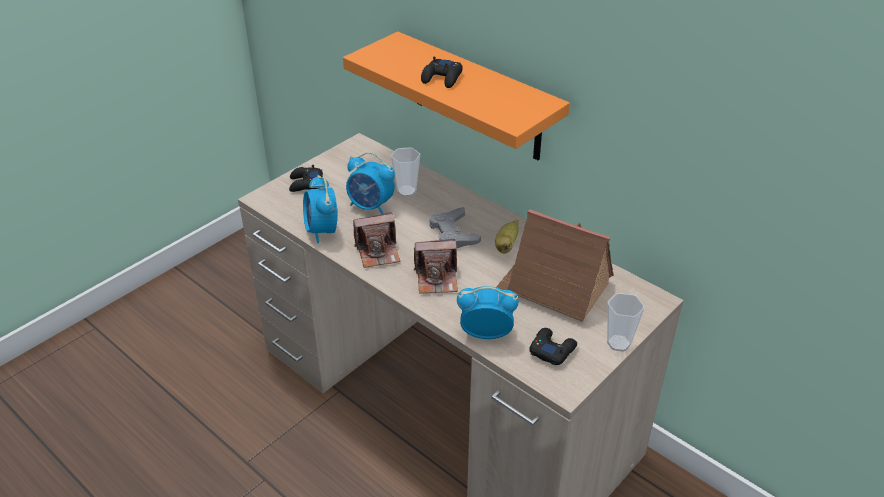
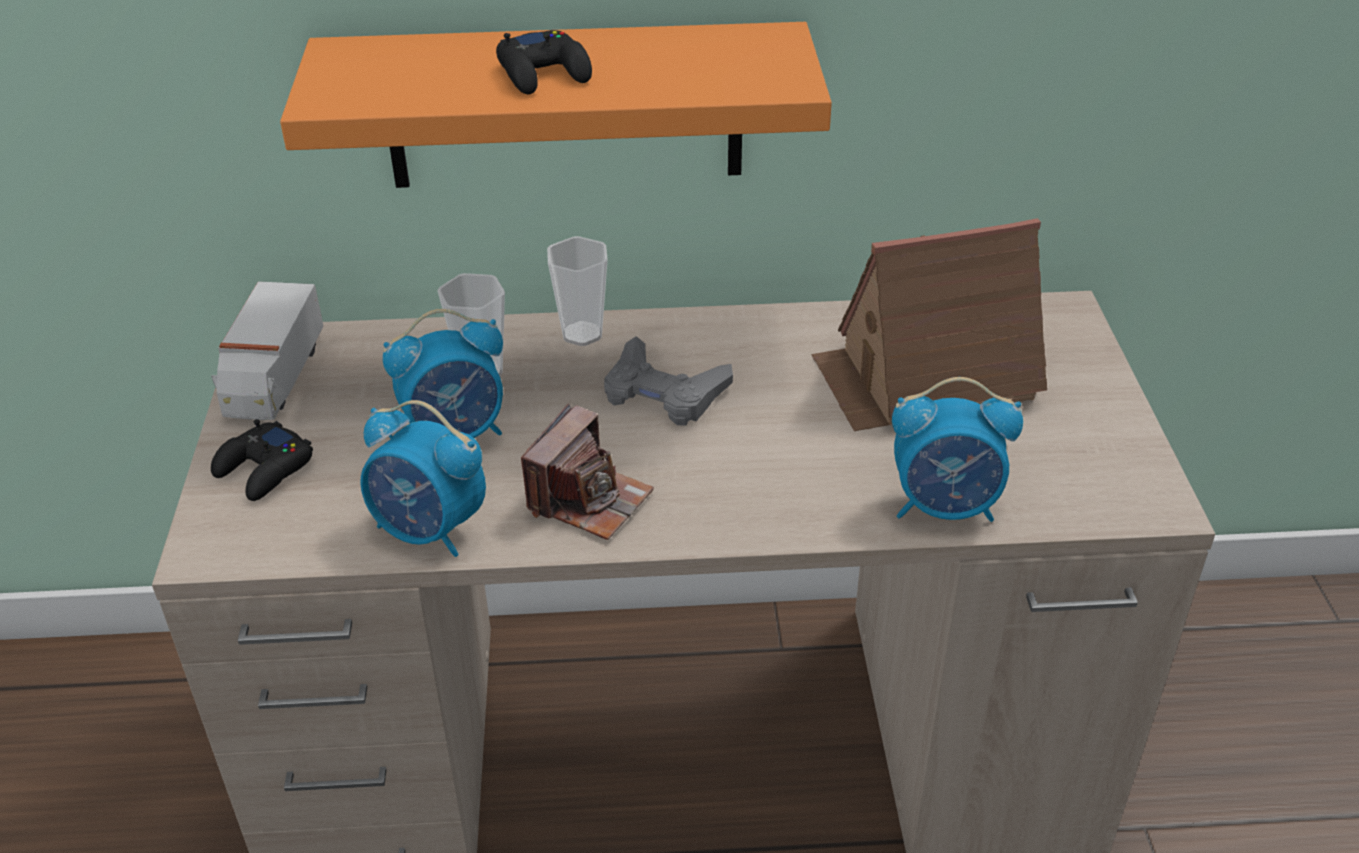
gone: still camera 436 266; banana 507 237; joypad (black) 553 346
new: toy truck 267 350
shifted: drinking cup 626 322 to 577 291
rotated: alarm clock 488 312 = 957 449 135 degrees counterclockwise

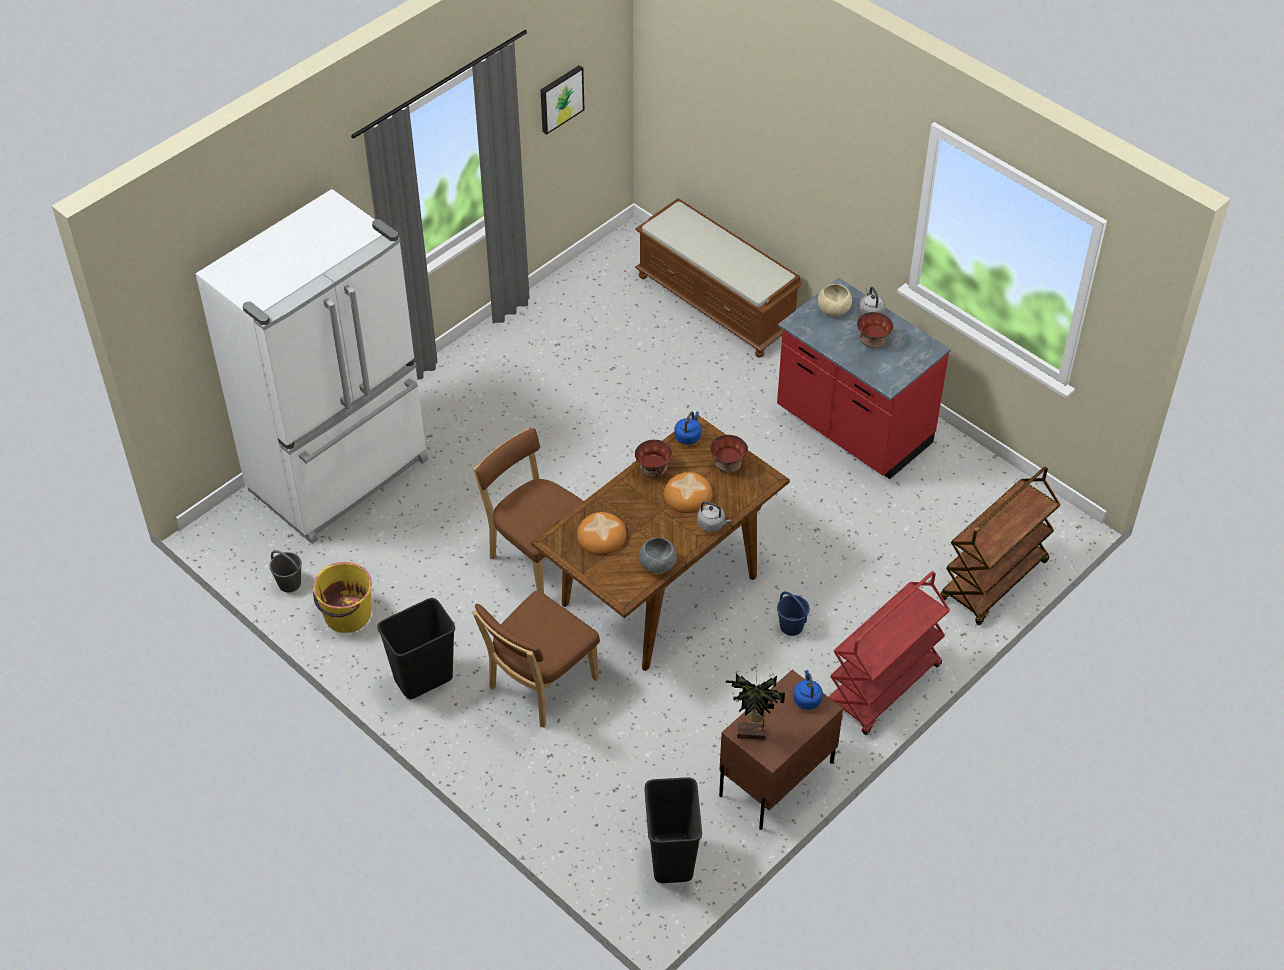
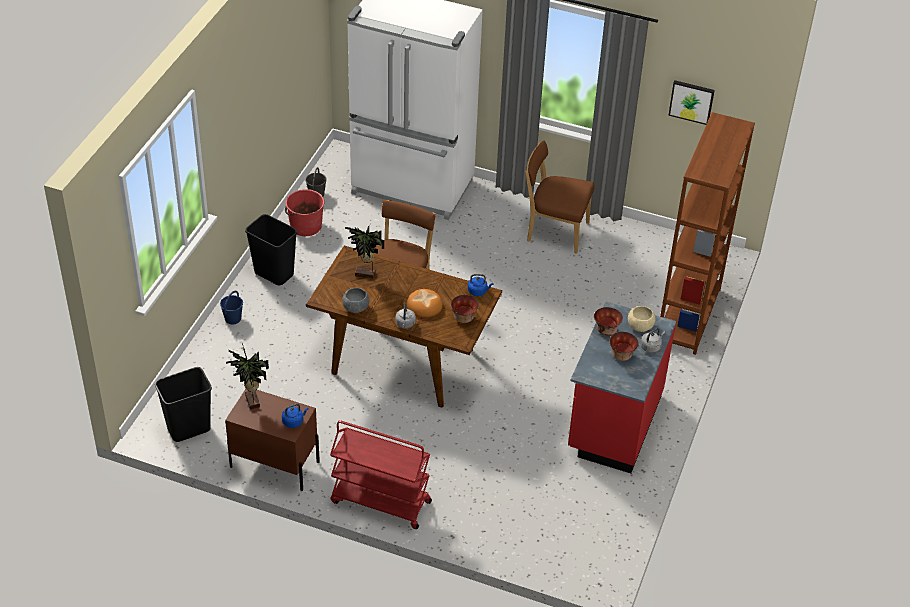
gone: wheeled cart (brownish) 1000 546
shifted: upright chair (brownish) 536 658 to 559 197; serving bowl 654 458 to 608 321; bucket (blue-coloured) 793 614 to 231 307
swapped: bakery bread 602 533 to houseplant 364 253; indoor bench (brownish) 719 277 to bookshelf (brownish) 707 233
repainted: bucket (yellow-coloured) 342 597 to bucket (reddish) 305 212

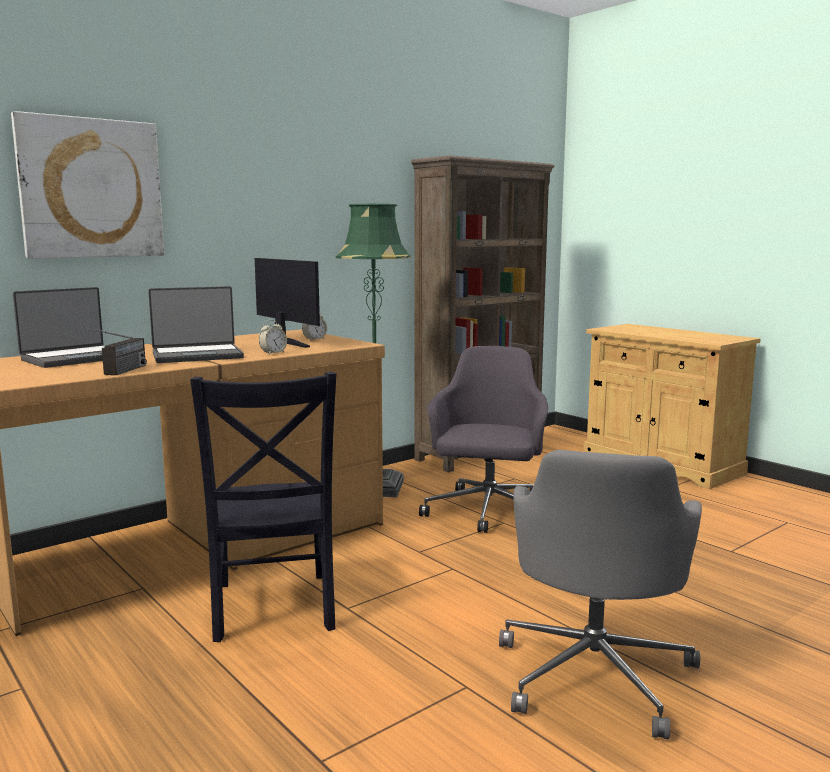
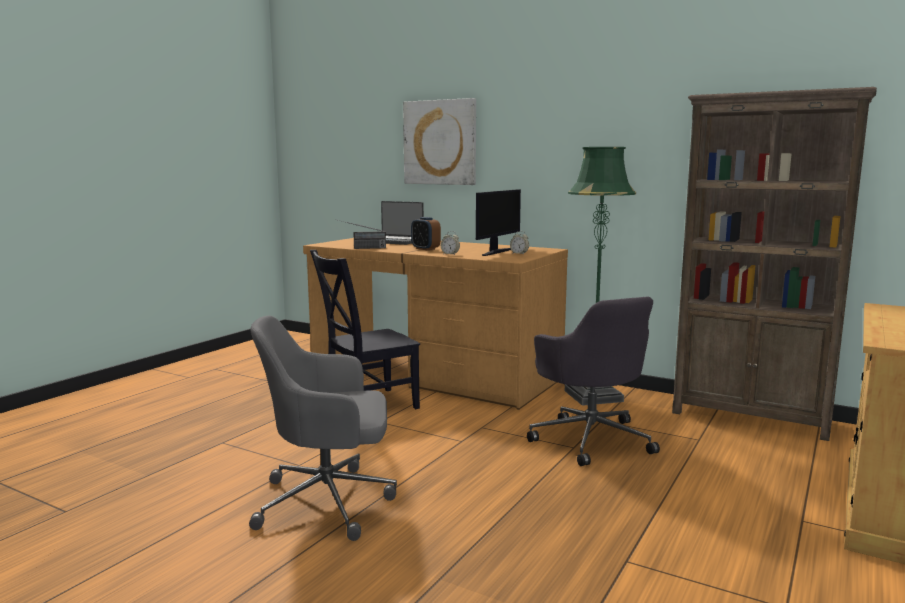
swapped: portable computer 196 324 to alarm clock 426 233
rotated: office chair (grey) 483 439 = 593 381 75 degrees clockwise

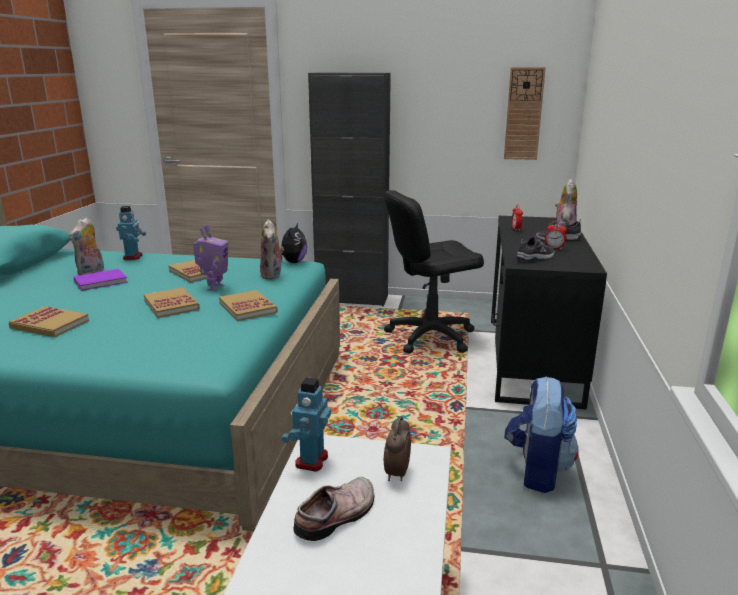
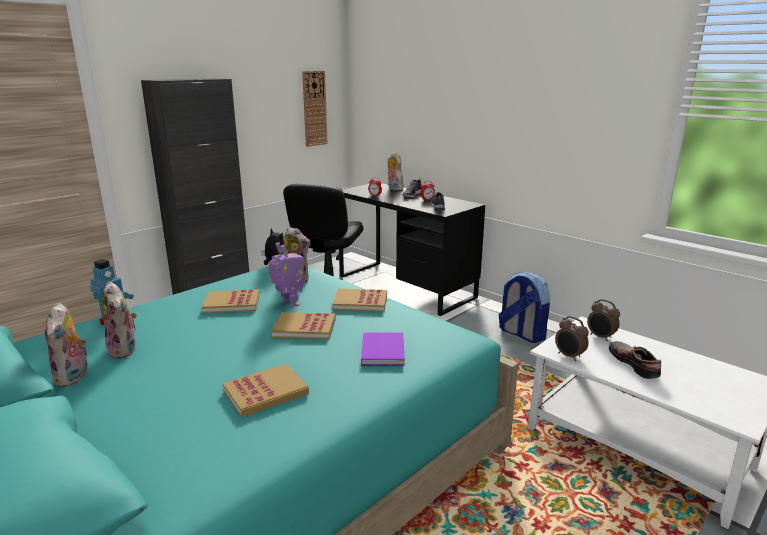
new: cuddly toy 66 344
shifted: bound book (purplish) 100 280 to 383 349
swapped: model robot 306 424 to alarm clock 572 338

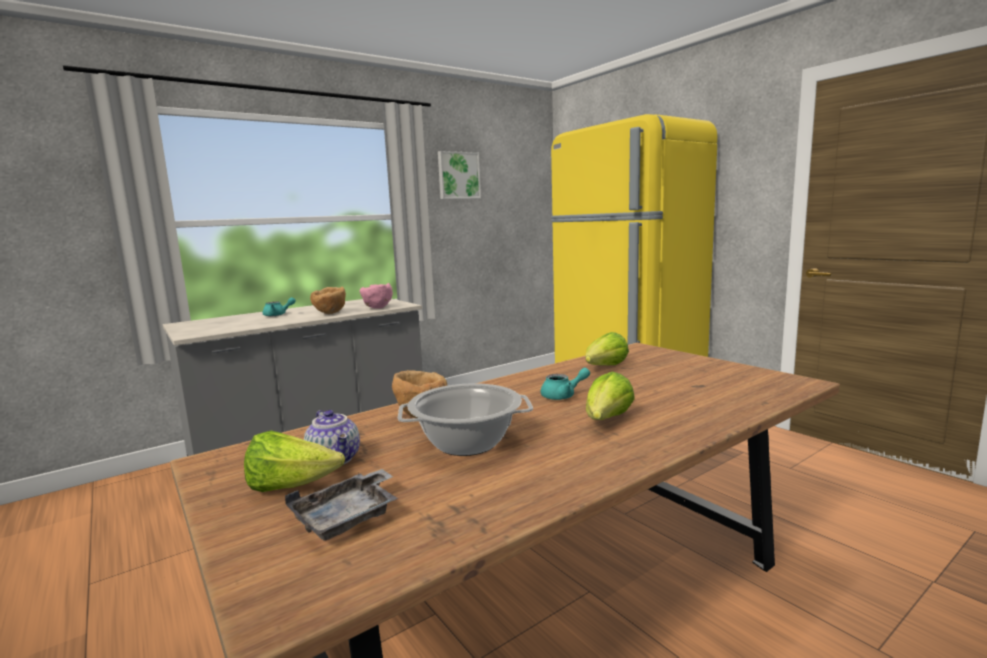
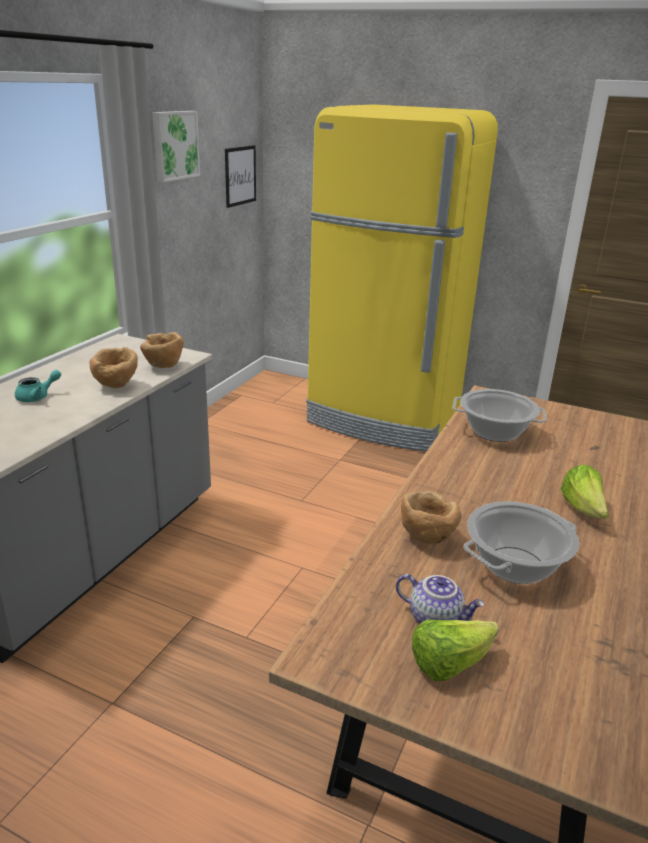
gone: tray (grey) 341 505; teapot (blue-green) 565 384
new: wall picture 240 176
swapped: lettuce 607 348 to saucepot 499 415
repainted: serving bowl (pink) 376 296 to serving bowl (brownish) 162 350

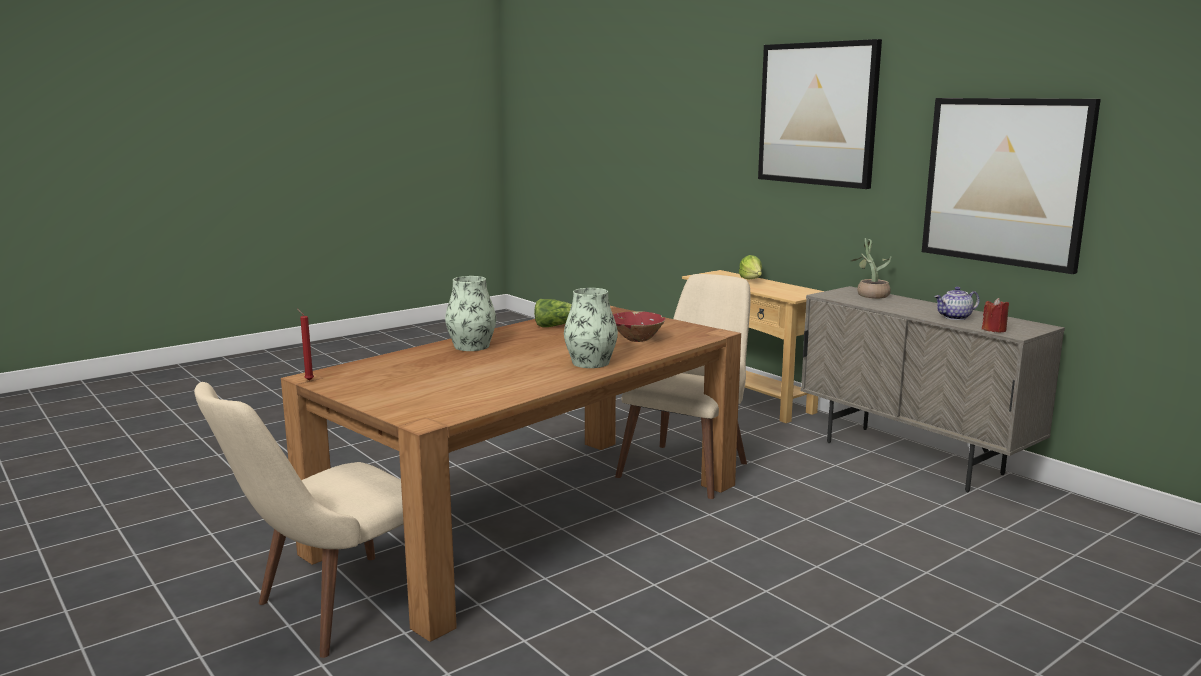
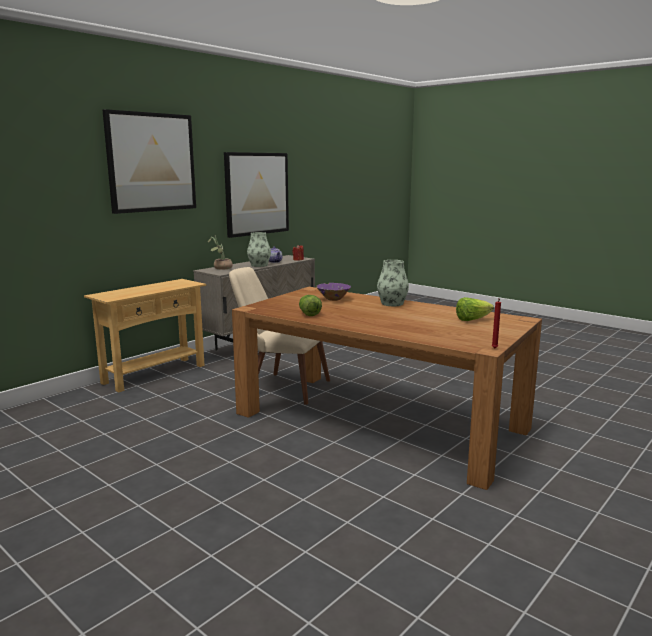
gone: upright chair (beige-coloured) 299 520
shifted: flower vase 470 313 to 259 249; lettuce 750 267 to 475 309
repainted: serving bowl (reddish) 639 327 to serving bowl (purplish) 333 292

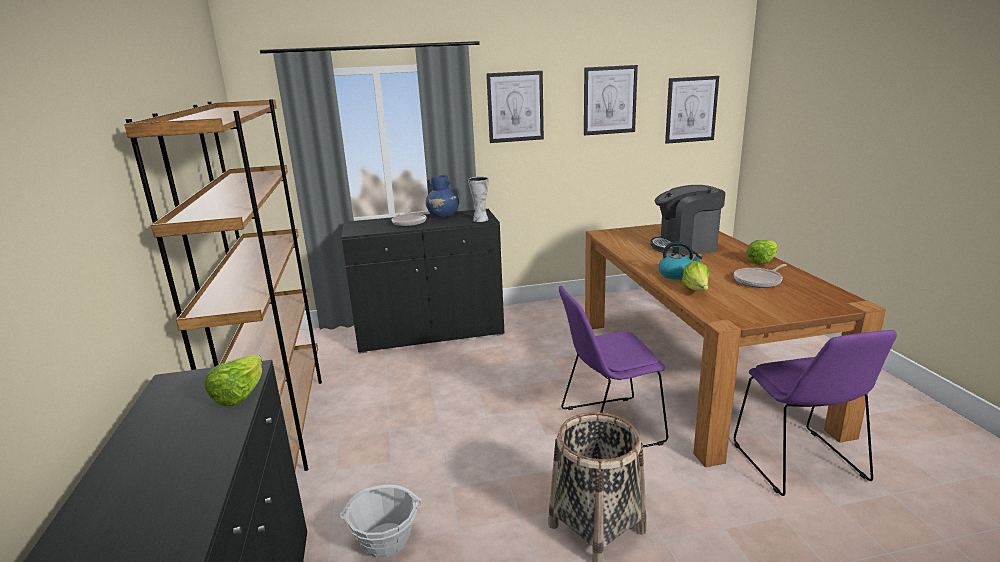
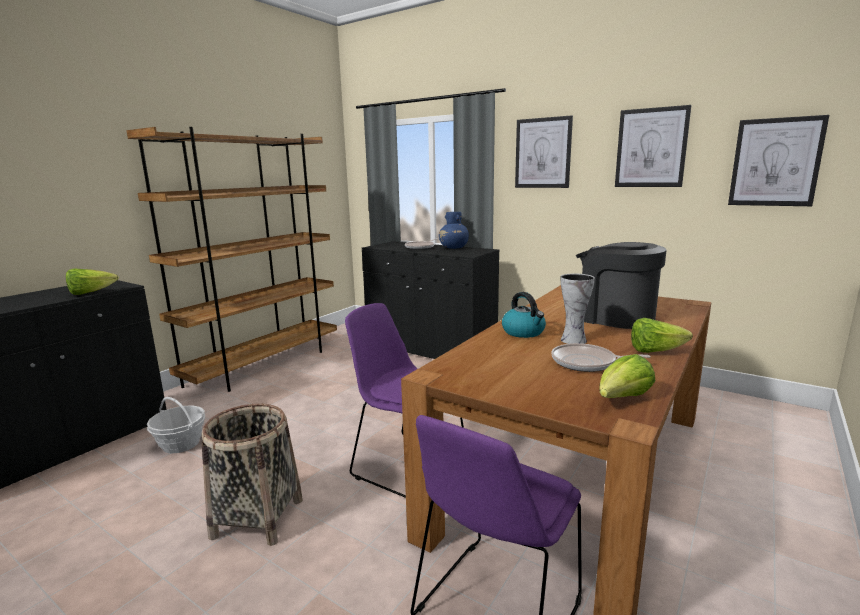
shifted: flower vase 478 199 to 578 309; lettuce 695 276 to 627 376

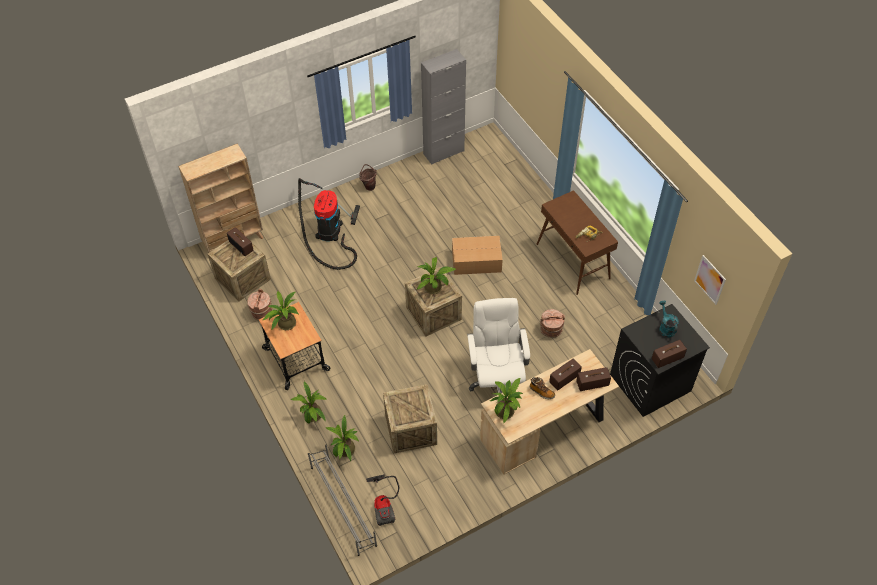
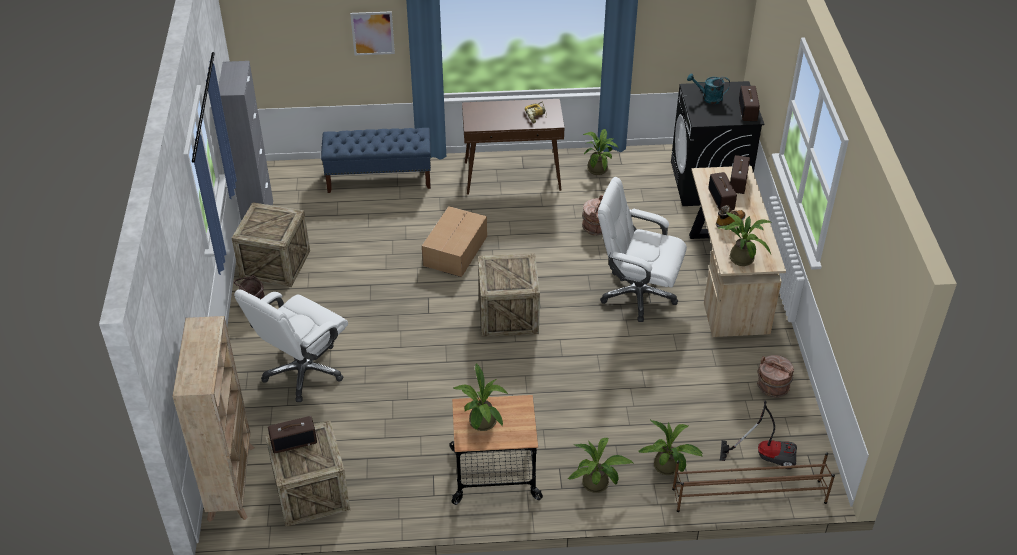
new: indoor bench (blue-coloured) 376 160
shifted: bucket (brownish) 260 304 to 775 376; shipping crate 410 419 to 271 244; houseplant 437 275 to 600 152; wall picture 710 280 to 372 33
swapped: hoover 329 224 to office chair (white) 291 345
repainted: shoe rack (grey) 342 500 to shoe rack (brownish) 753 482

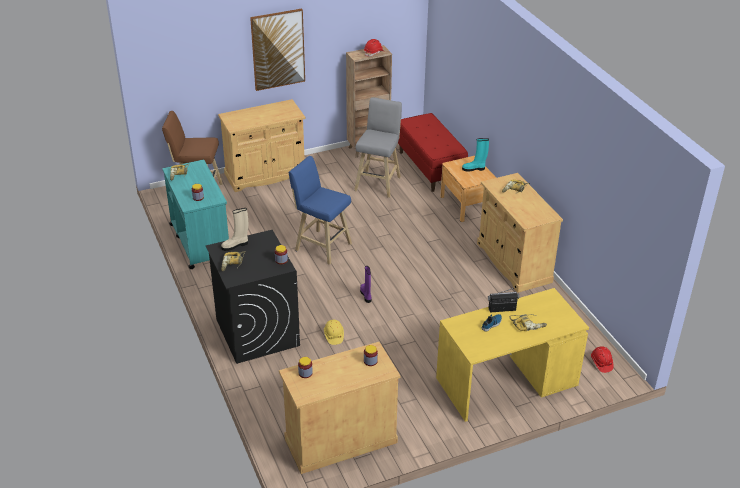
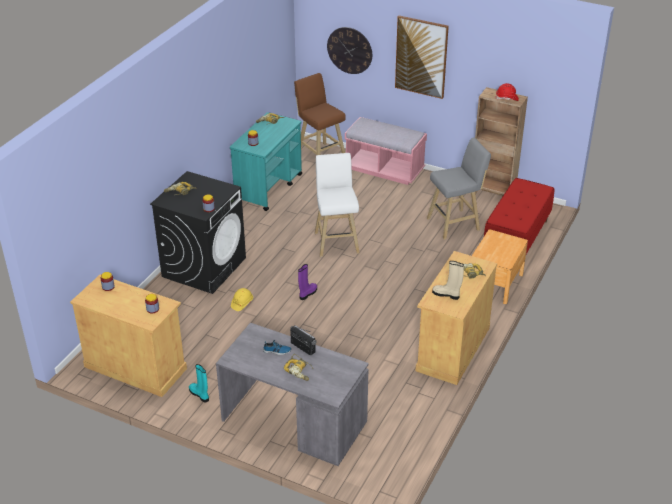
gone: hard hat (reddish) 602 359
new: wall clock 349 50
shifted: tall boot (beige-coloured) 234 229 to 448 280; tall boot (blue-green) 475 154 to 199 383
swapped: cupboard (beige-coloured) 262 145 to indoor bench (pink) 386 151
repainted: stool (blue-coloured) 320 210 to stool (white) 337 205; desk table (yellow-coloured) 512 355 to desk table (grey) 292 394

